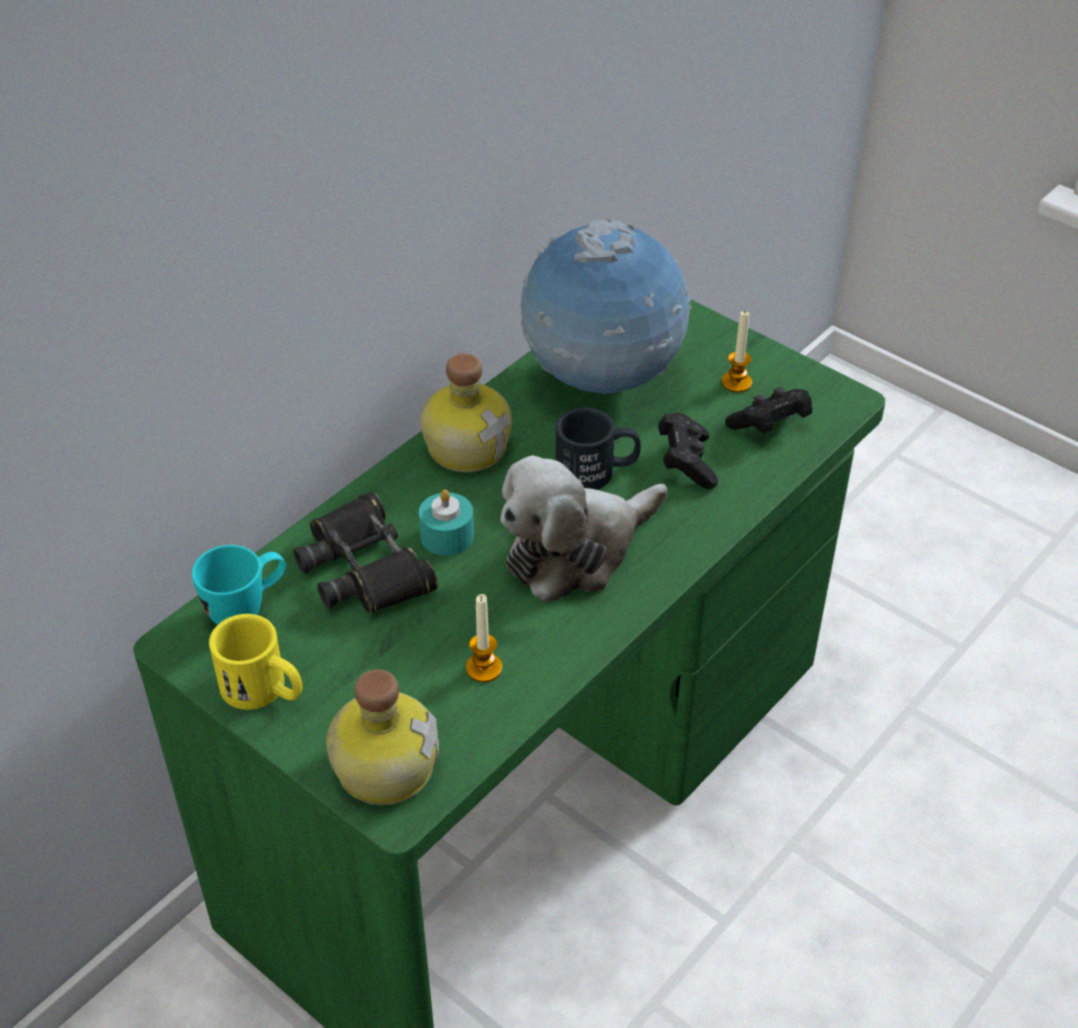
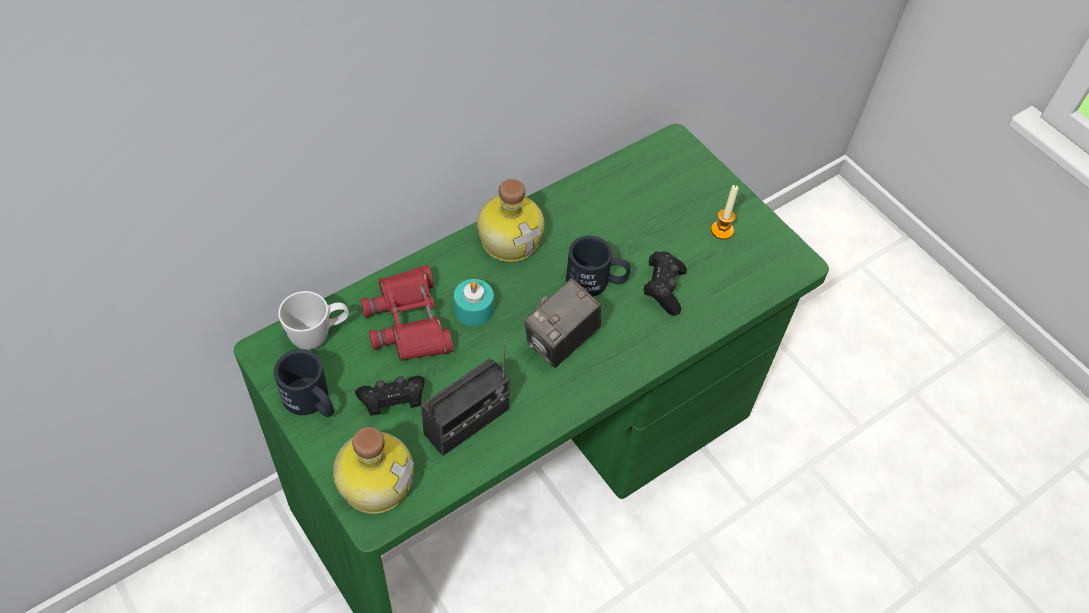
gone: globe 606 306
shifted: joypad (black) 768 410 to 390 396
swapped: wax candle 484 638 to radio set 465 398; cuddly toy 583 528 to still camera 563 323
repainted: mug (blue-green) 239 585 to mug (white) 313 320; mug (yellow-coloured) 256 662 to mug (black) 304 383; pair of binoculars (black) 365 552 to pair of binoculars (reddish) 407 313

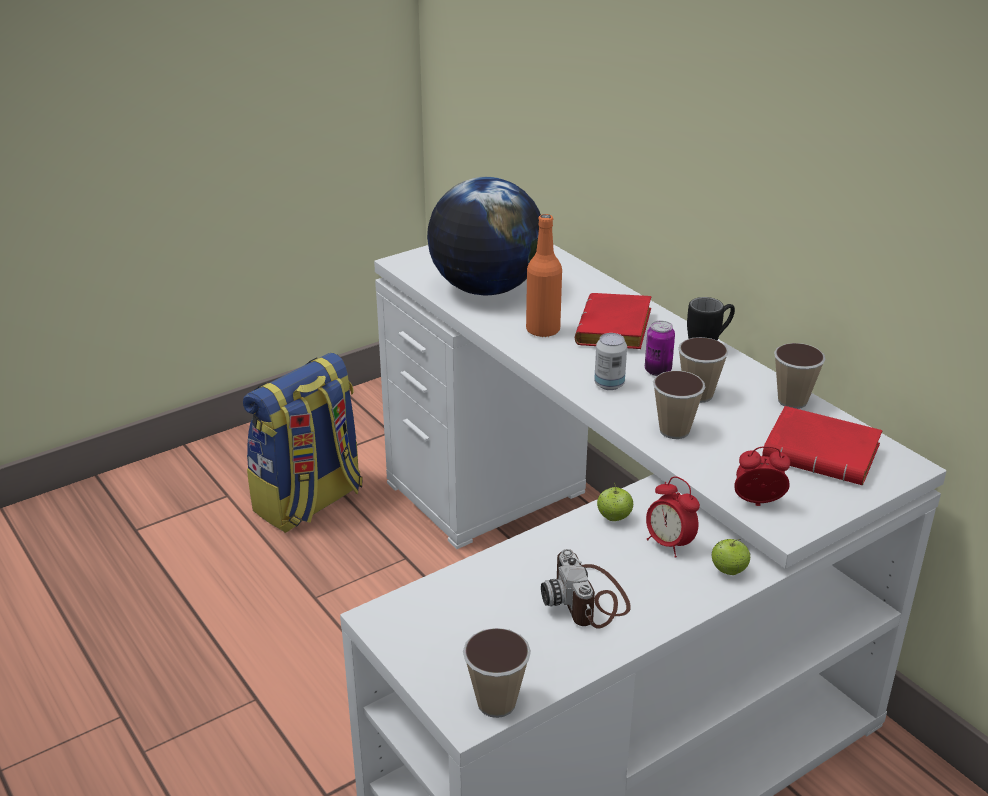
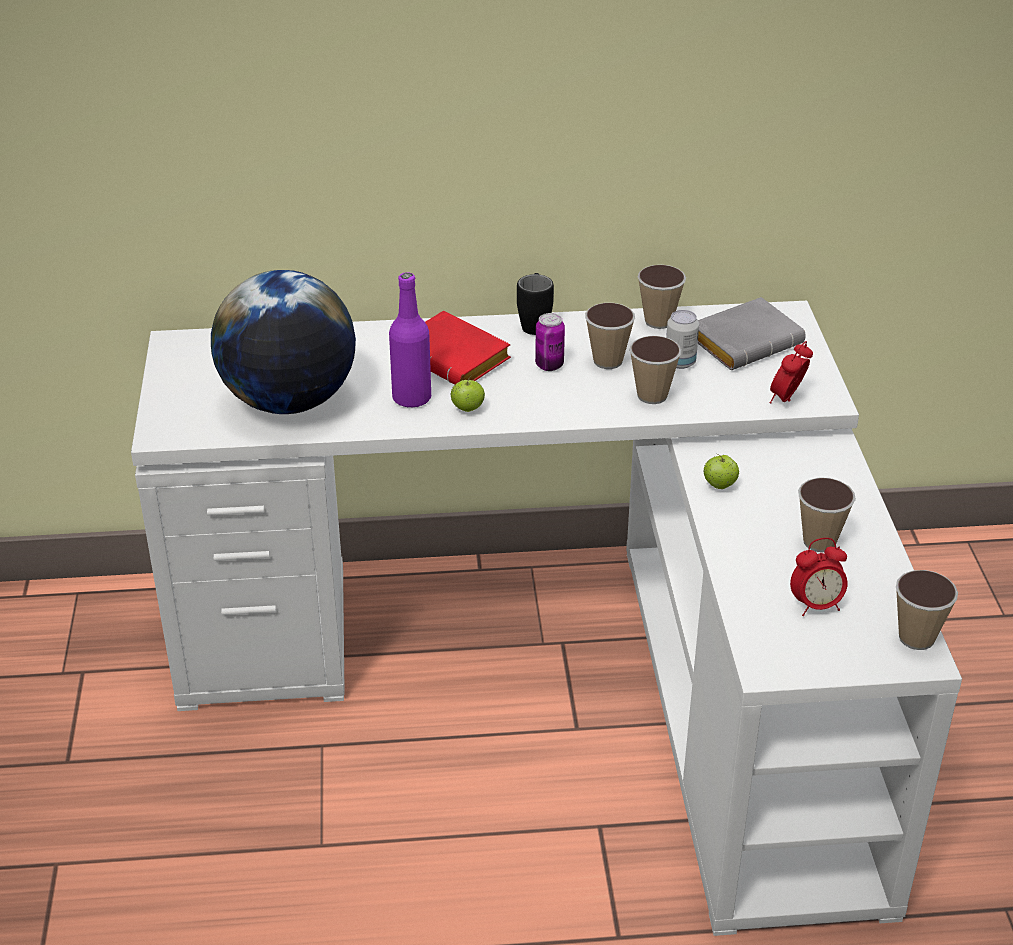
gone: backpack 302 443
shifted: can 610 361 to 682 339; alarm clock 673 517 to 819 577; apple fruit 731 557 to 467 393
swapped: still camera 586 589 to drinking cup 827 514
repainted: drink bottle (orangey) 544 276 to drink bottle (purplish) 410 339; bound book (reddish) 822 445 to bound book (grey) 752 333

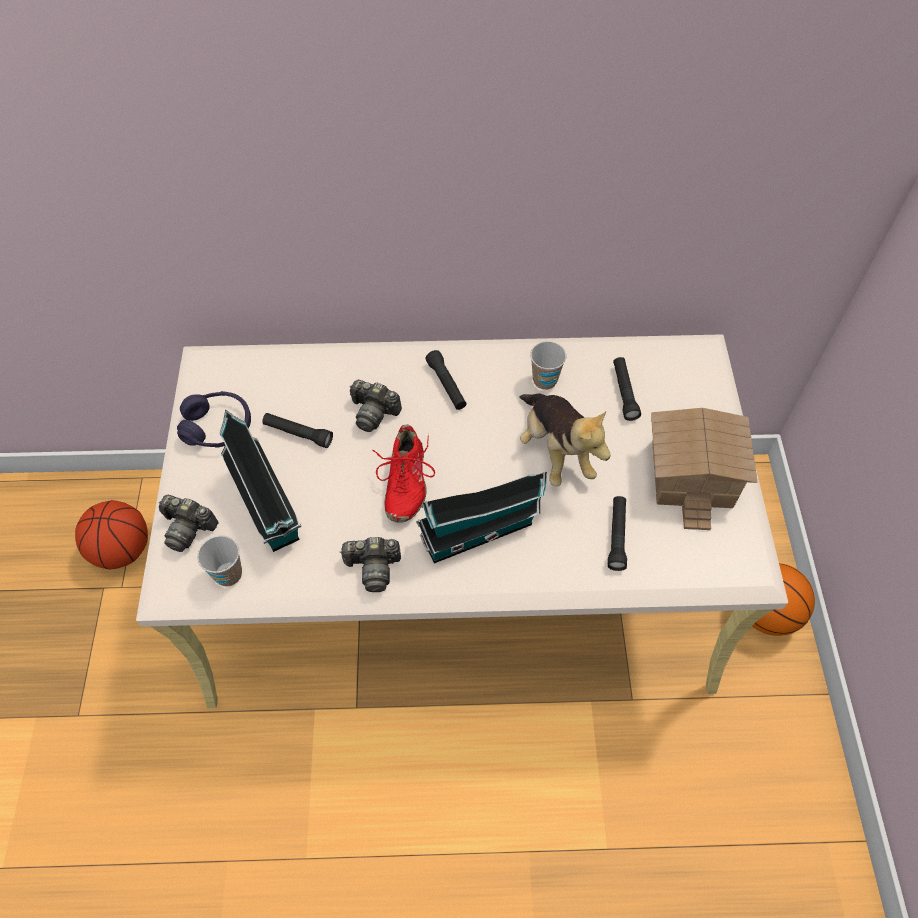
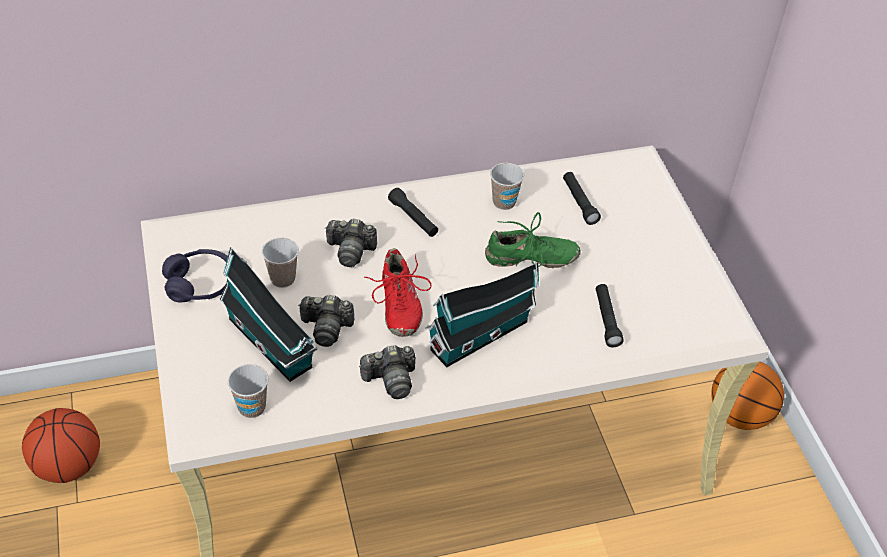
gone: toy house 704 469
shifted: still camera 188 523 to 326 321
swapped: hand torch (black) 297 430 to drinking cup 280 262; cuddly toy 565 439 to shoe (greenish) 533 240

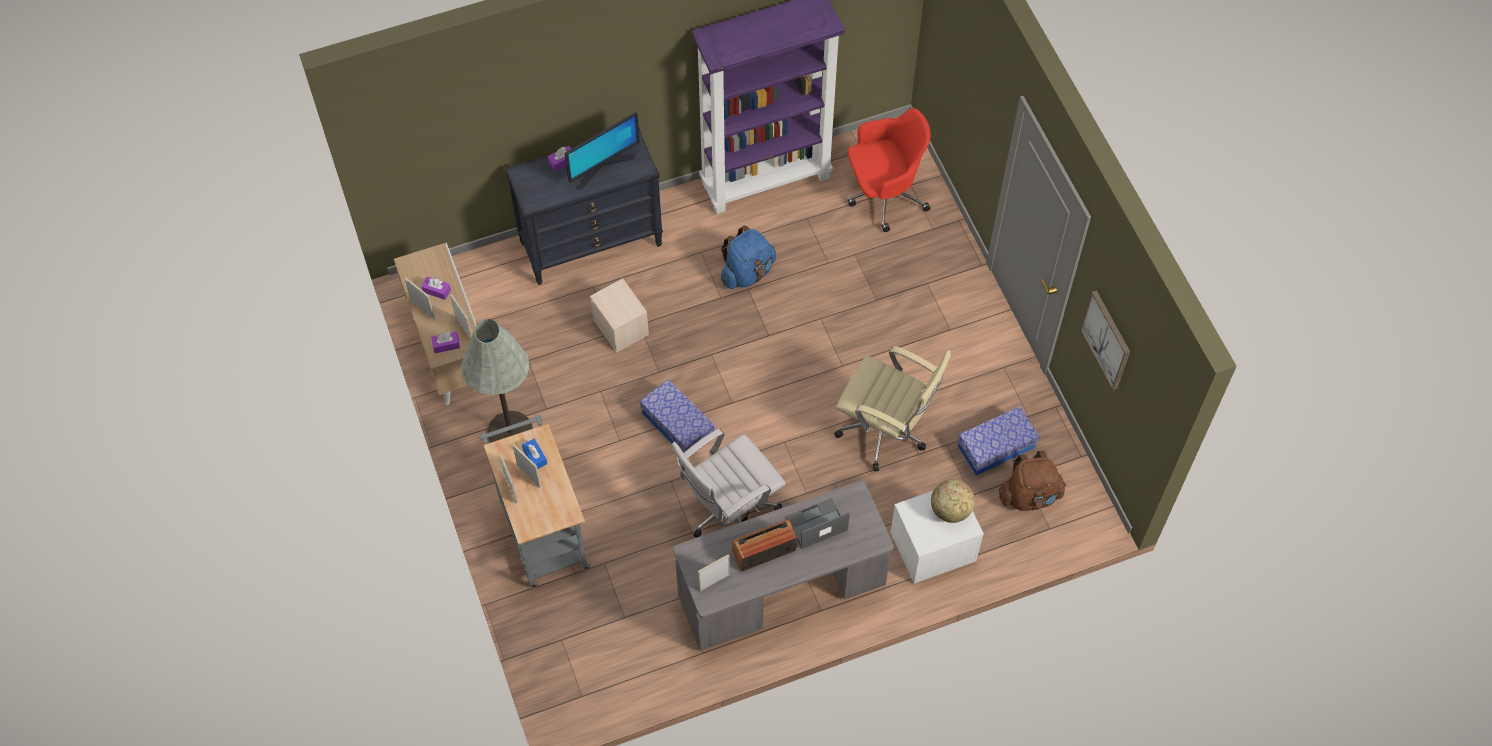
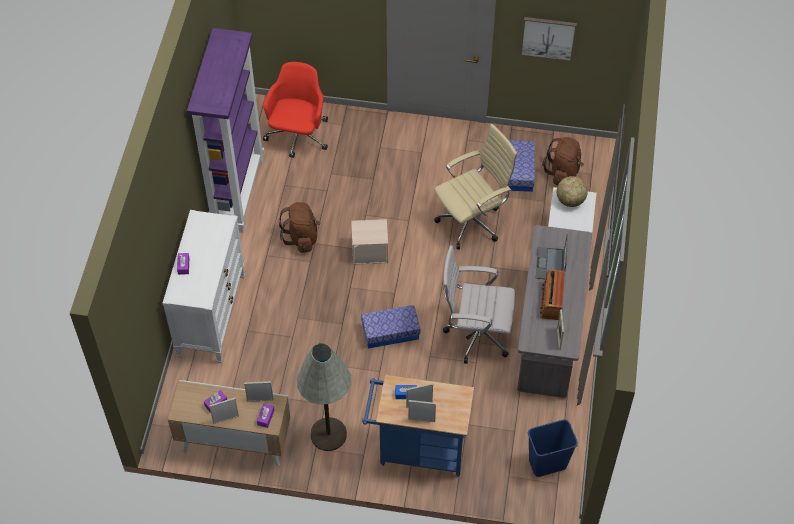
gone: computer display 602 150
new: trash can (blue-coloured) 553 448
shifted: storage container (beige-coloured) 619 315 to 369 242
repainted: wheeled cart (grey) 535 501 to wheeled cart (blue-coloured) 418 425; chest of drawers (black) 584 206 to chest of drawers (white) 204 286; backpack (blue-coloured) 748 257 to backpack (brownish) 300 227
rotated: office chair (white) 728 483 = 479 304 105 degrees clockwise

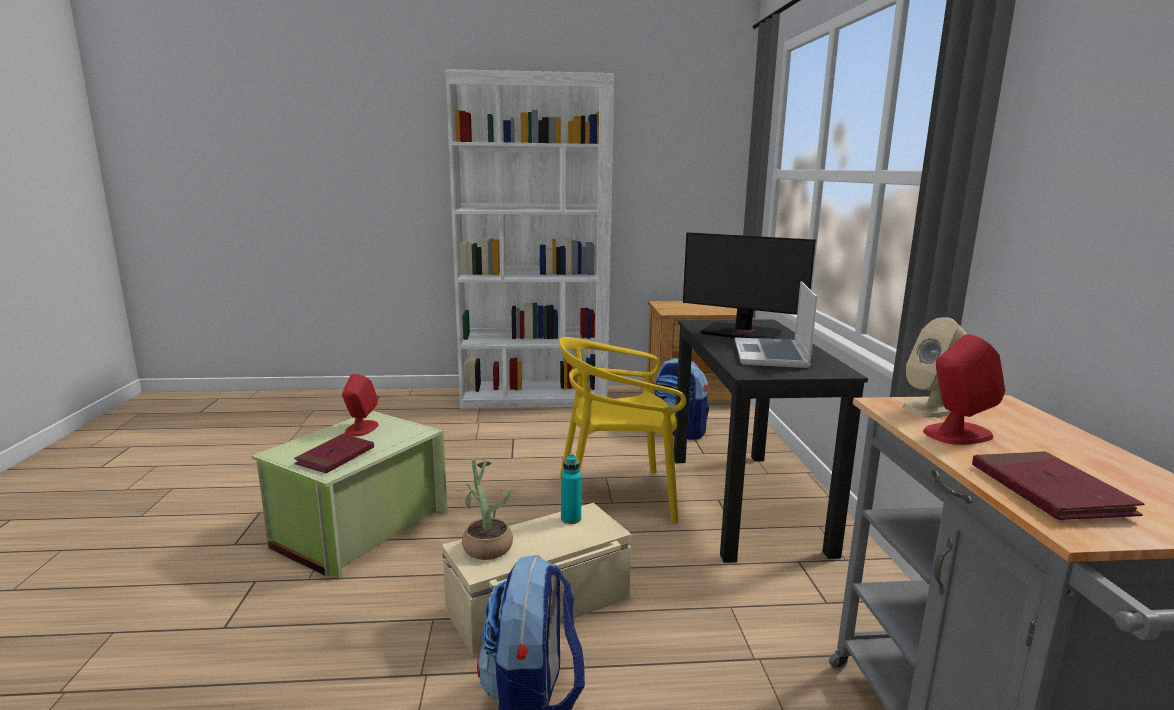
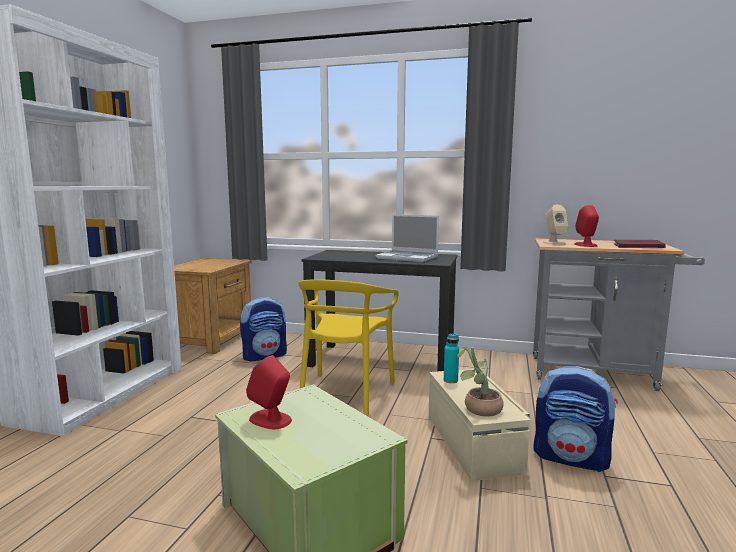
gone: bound book (reddish) 334 453; computer display 749 285

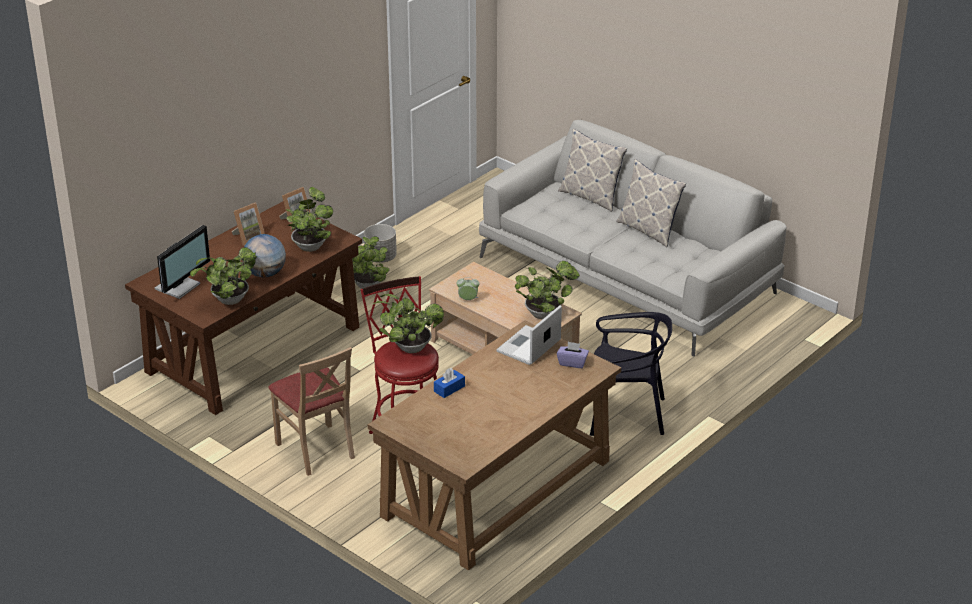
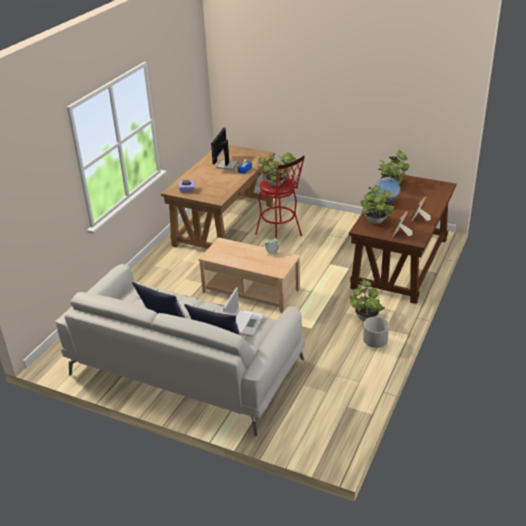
gone: upright chair (beige-coloured) 311 411; houseplant 547 290; upright chair (black) 631 374
shifted: computer display 182 262 to 224 149; portable computer 529 335 to 243 312

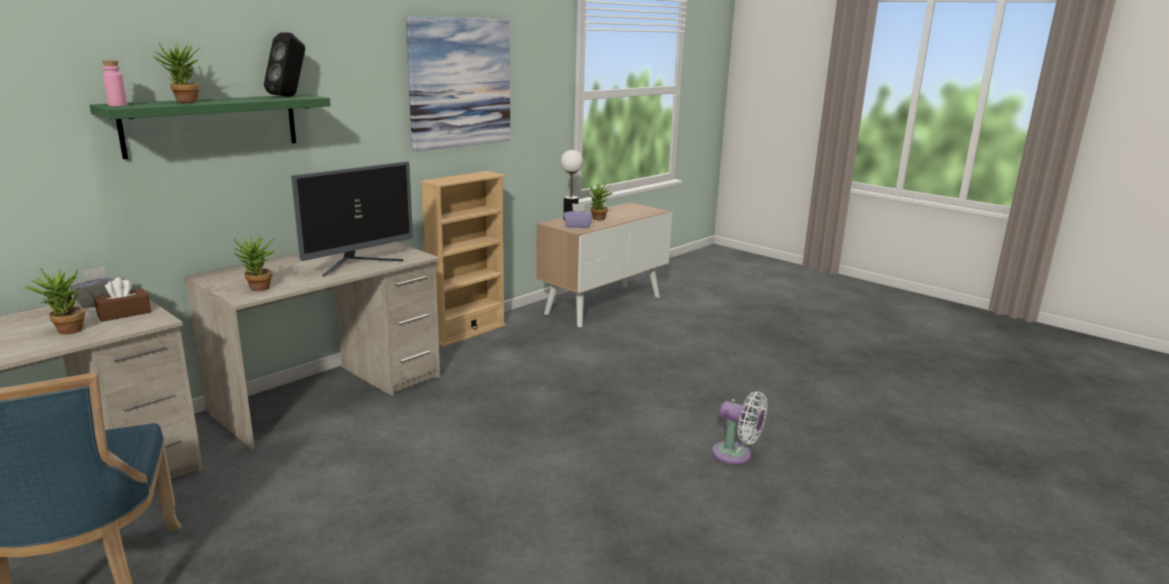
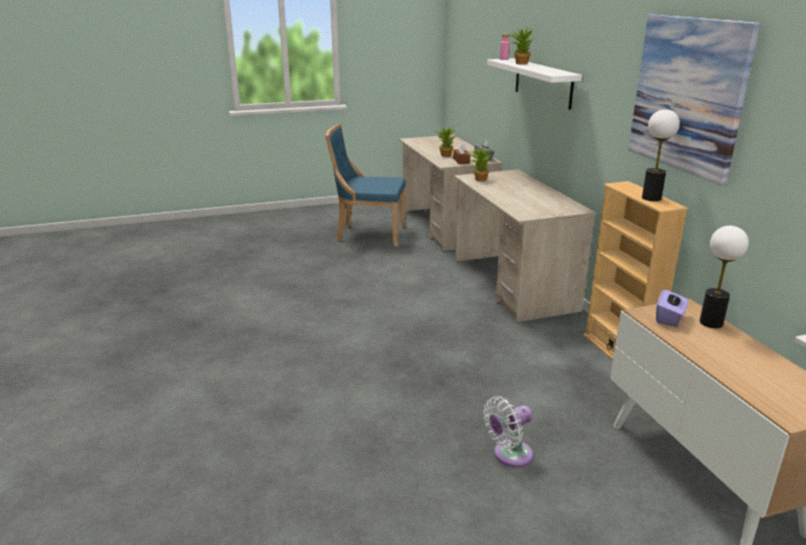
gone: speaker (black) 284 64; computer display 352 219; houseplant 599 202
new: tabletop lamp 661 155
shifted: cooling fan (white) 740 428 to 508 431
repainted: shelf (greenish) 210 126 to shelf (white) 534 84

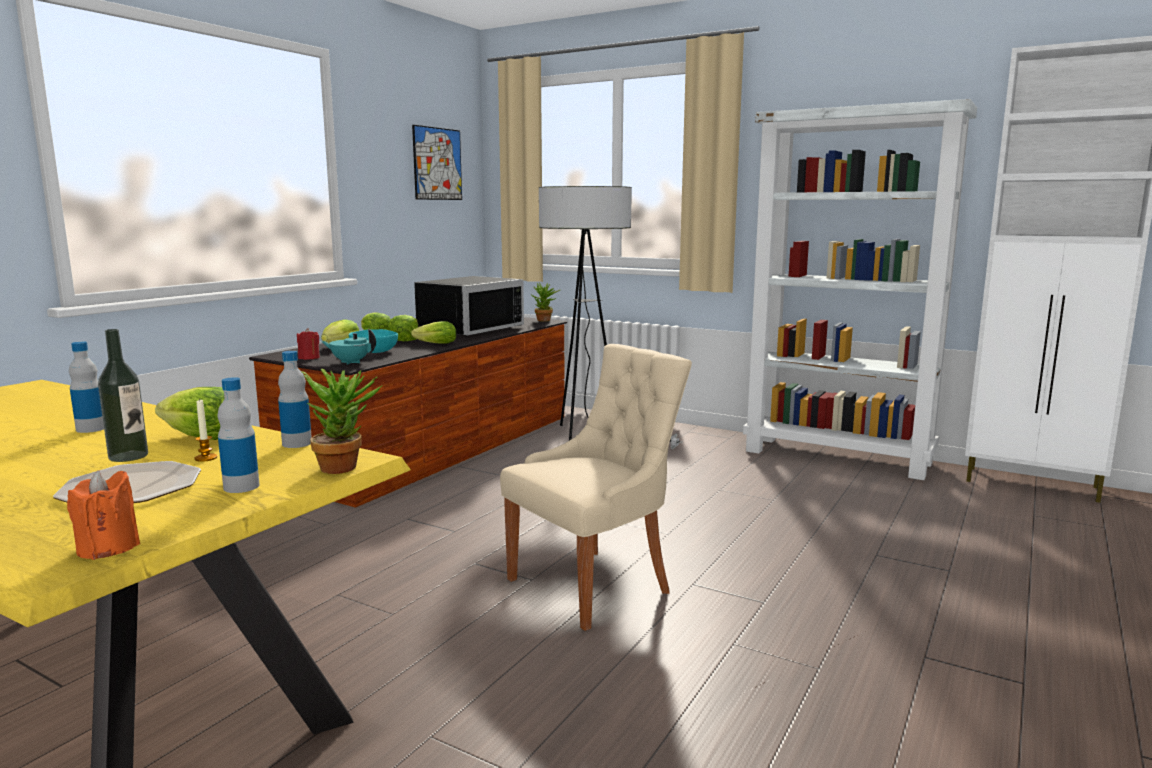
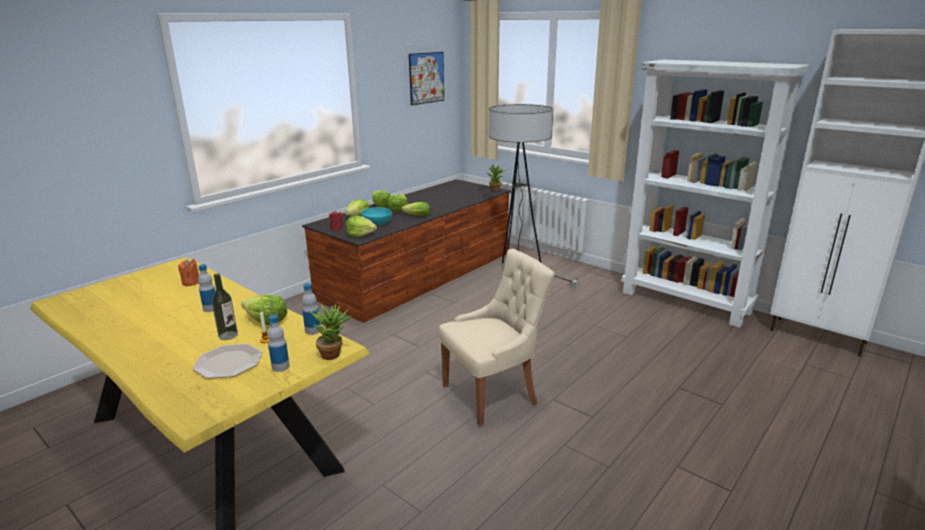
gone: microwave (black) 469 306
shifted: wax candle (orangey) 103 515 to 188 272
swapped: teapot (blue-green) 348 347 to lettuce 361 226

